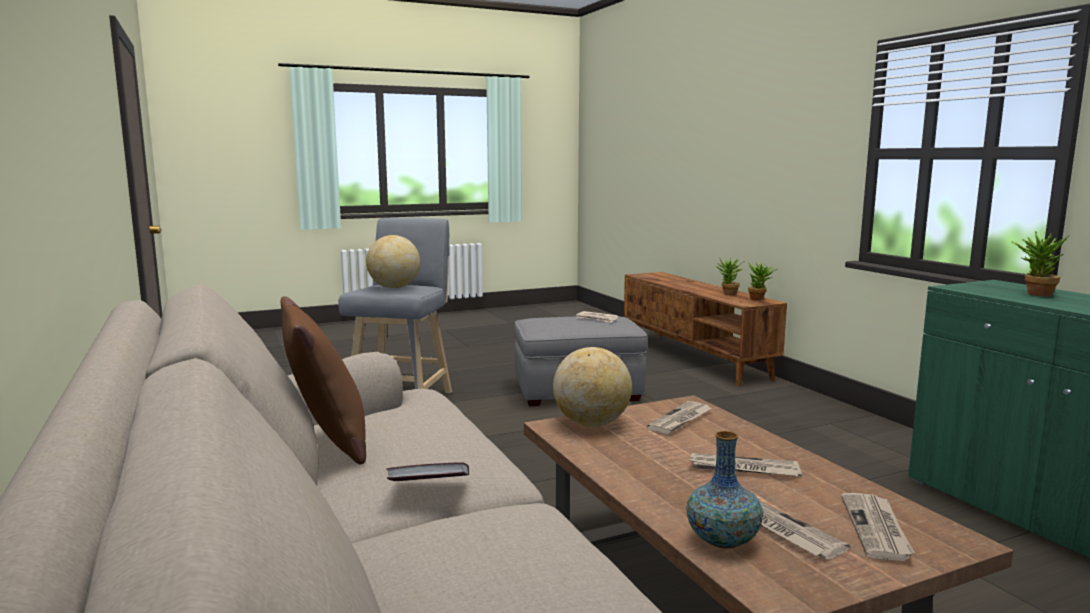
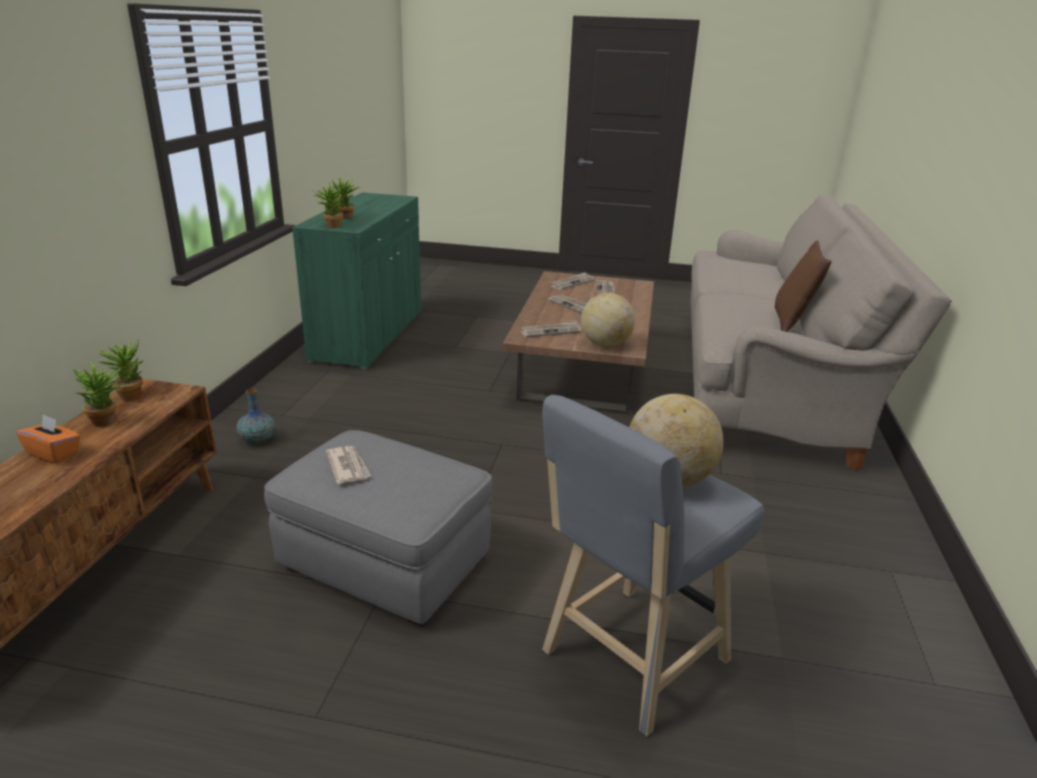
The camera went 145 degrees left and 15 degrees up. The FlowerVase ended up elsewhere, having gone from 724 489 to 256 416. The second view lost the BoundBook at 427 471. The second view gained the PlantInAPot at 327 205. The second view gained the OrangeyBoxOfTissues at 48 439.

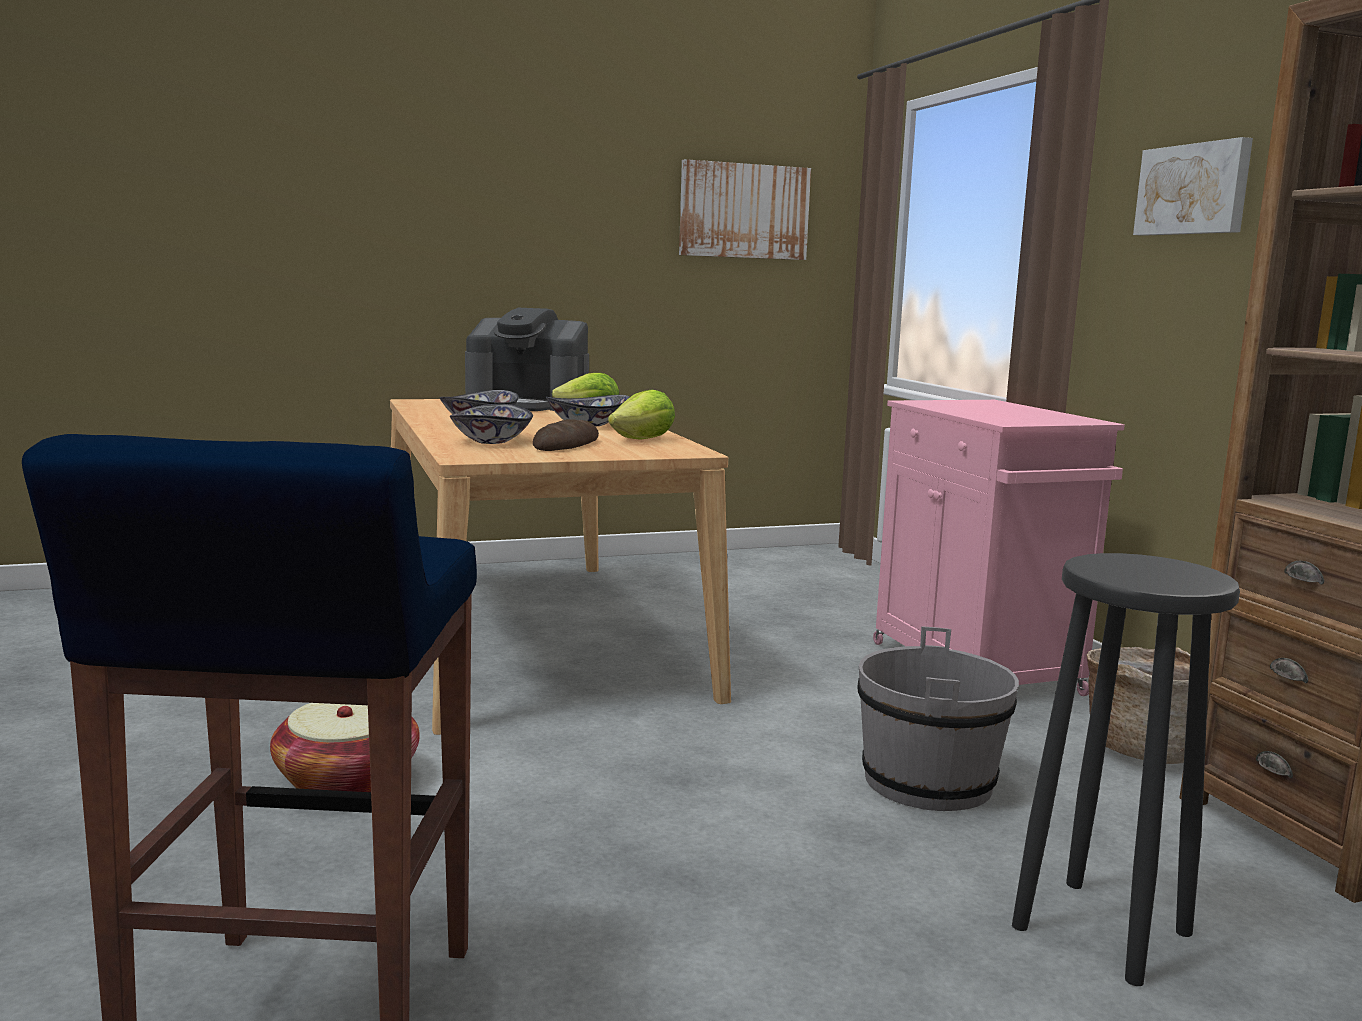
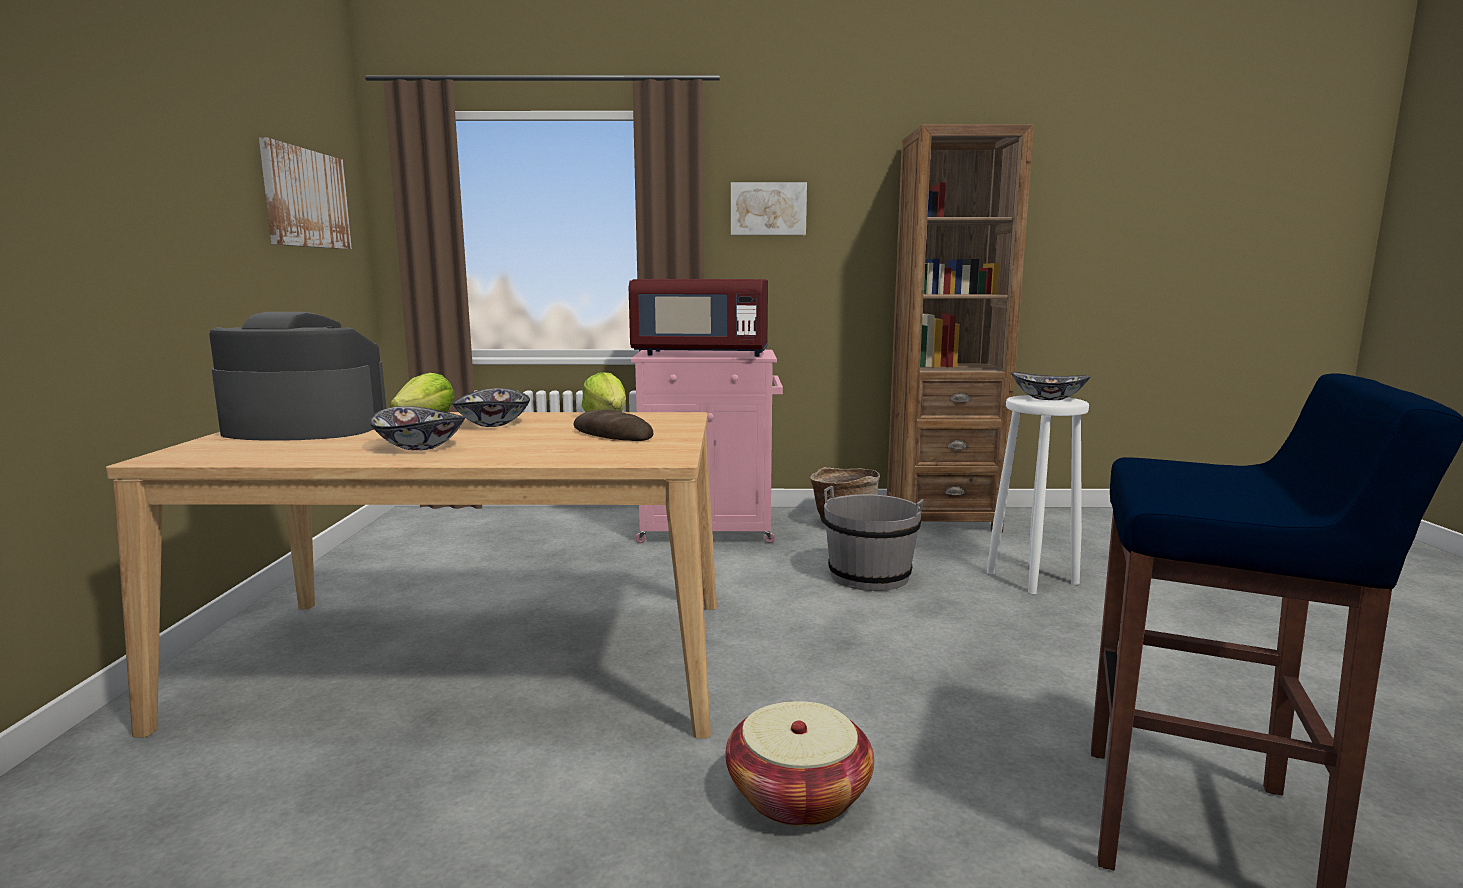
The camera went 70 degrees left and 0 degrees up. The CoffeeBrewer at 527 359 ended up facing another way, 120 degrees counterclockwise from before. The ServingBowl ended up elsewhere, having gone from 491 424 to 1051 386. What was the BlackishSittingStool at 1126 769 turned into the WhitishSittingStool at 1038 494. The second view gained the RedColouredKitchenMicrowave at 698 318.

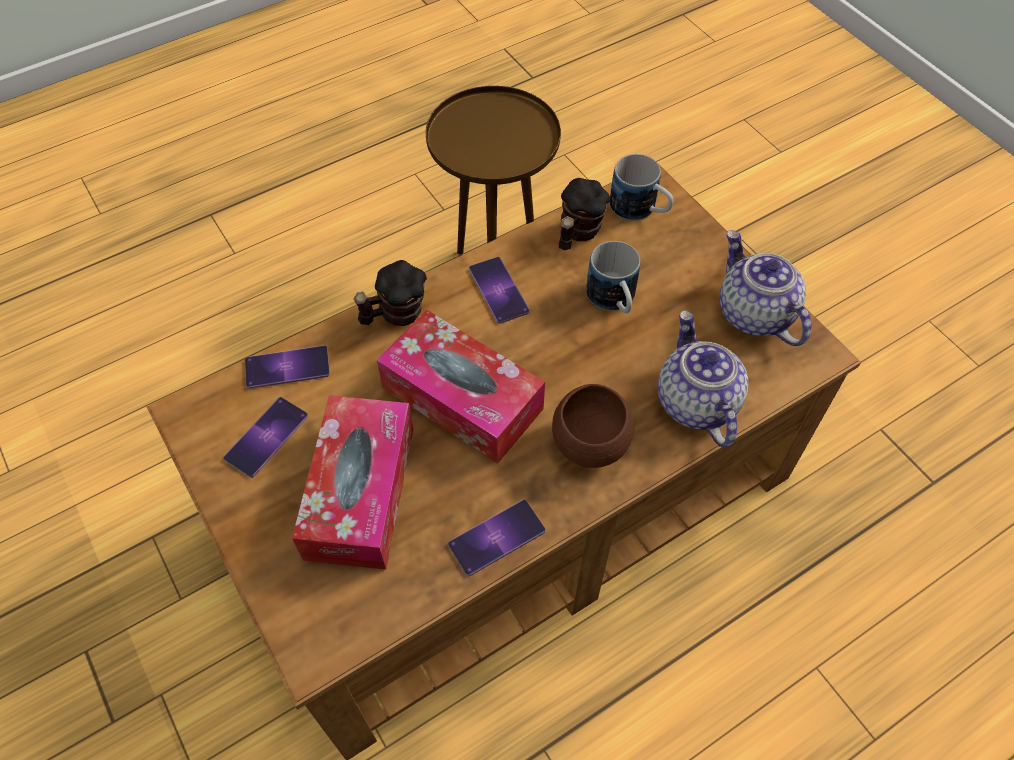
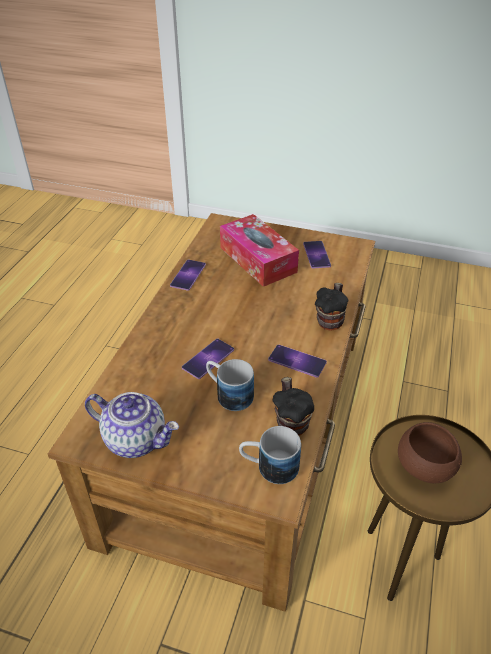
The camera went 140 degrees right and 15 degrees down. The second view lost the BoxOfTissues at 461 386. The second view lost the PotForTea at 703 379. The Phone ended up elsewhere, having gone from 287 367 to 208 358. The BrownColouredServingBowl ended up elsewhere, having gone from 593 426 to 430 452.

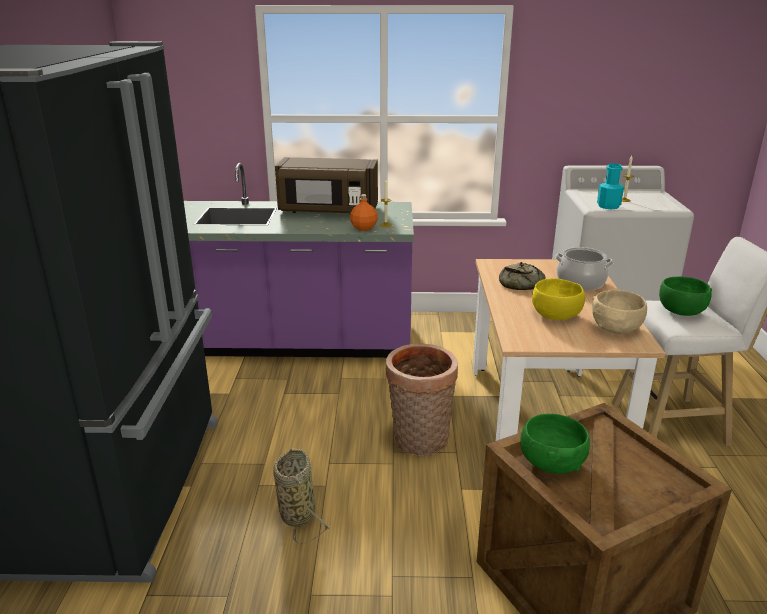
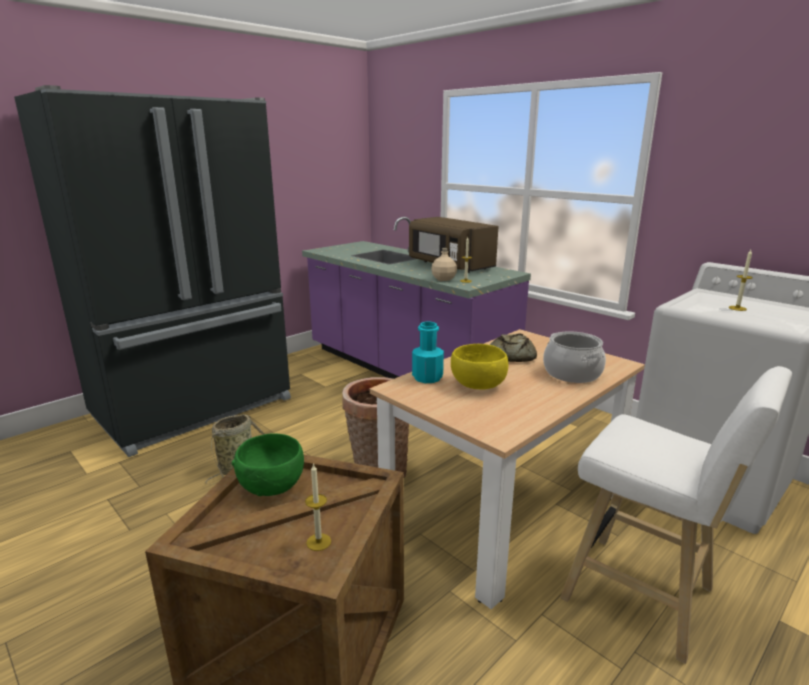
The camera went 45 degrees right and 5 degrees down. The TurquoiseDrinkBottle ended up elsewhere, having gone from 610 186 to 428 352. What was the OrangeyDrinkBottle at 364 212 turned into the BeigeDrinkBottle at 444 264. The second view lost the GreenServingBowl at 685 296. The second view lost the BeigeServingBowl at 619 312. The second view gained the WaxCandle at 318 507.

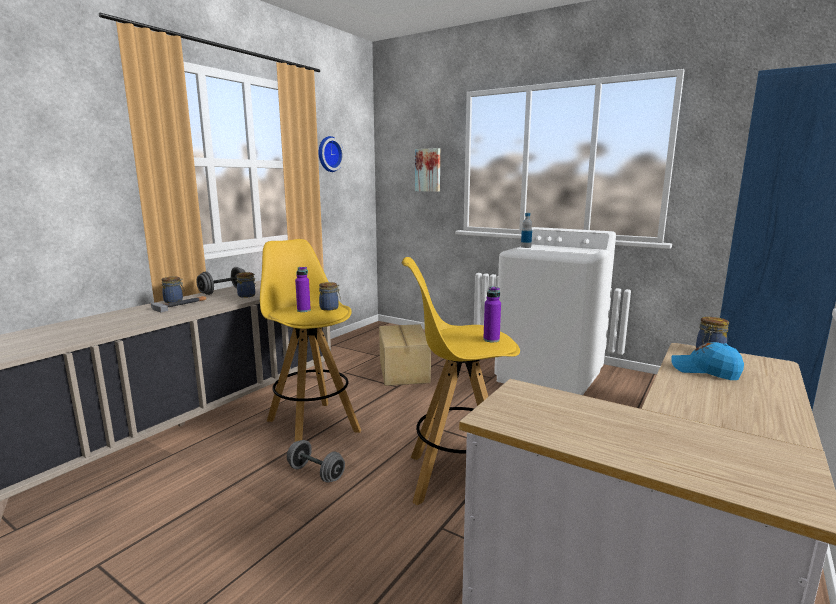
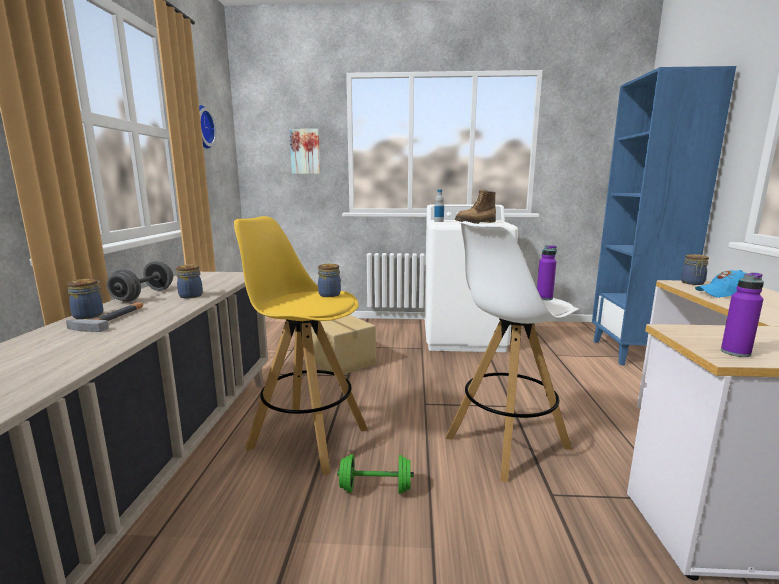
The camera went 30 degrees left and 0 degrees up. What was the YellowishSittingStool at 461 381 turned into the WhitishSittingStool at 512 351. The PurpleDrinkBottle ended up elsewhere, having gone from 303 289 to 742 315. What was the GreyishHandWeight at 316 461 turned into the GreenHandWeight at 376 474. The second view gained the Boot at 475 207.

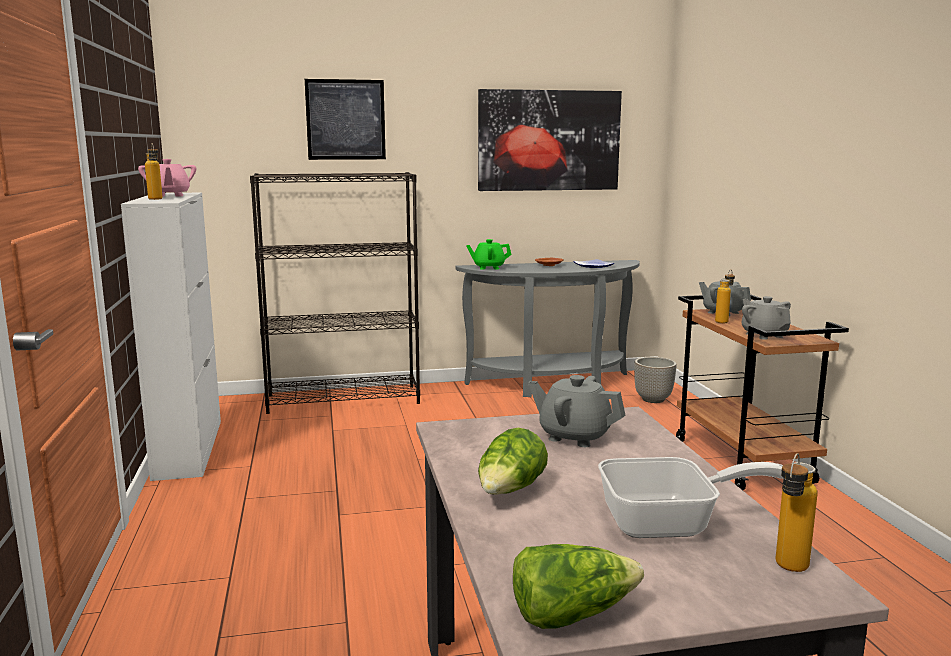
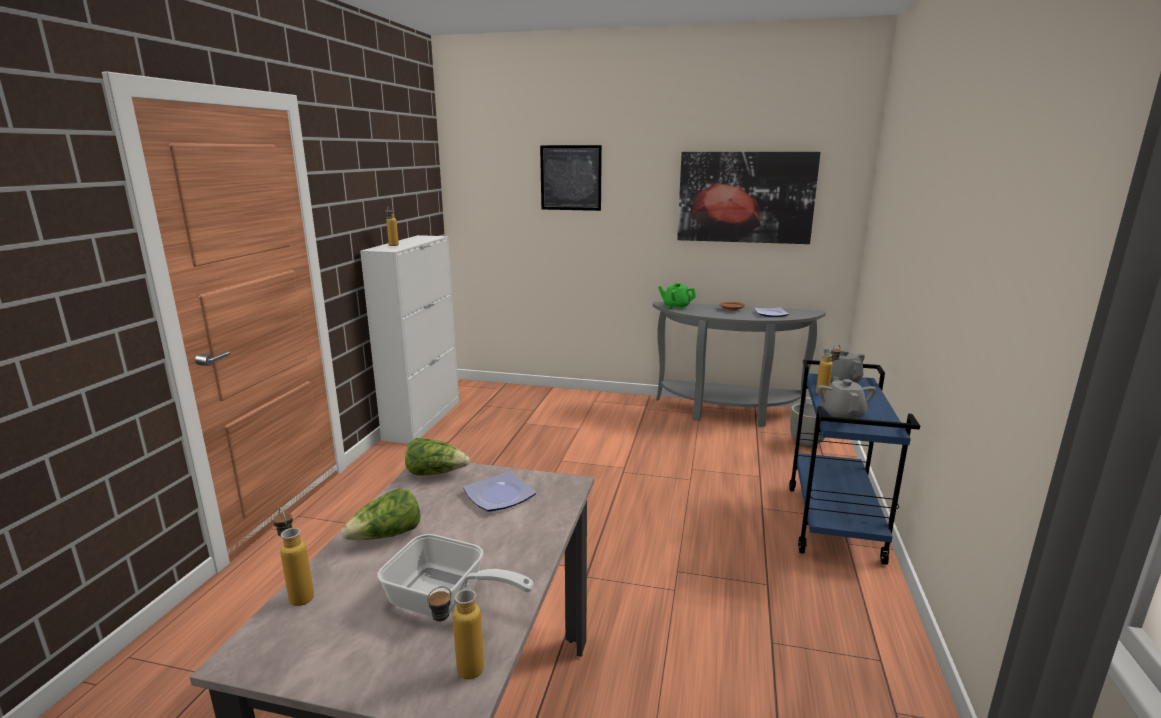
The camera went 25 degrees right and 5 degrees up. The second view lost the PinkColouredPotForTea at 167 178. The second view lost the BlackishBookcase at 335 293. What was the BrownColouredCart at 762 392 turned into the BluishCart at 854 462. Where the GreyishPotForTea stood at 576 411, the DinnerPlate came to stand at 499 491. The Lettuce ended up elsewhere, having gone from 578 586 to 437 456. The second view gained the DrinkBottle at 293 556.

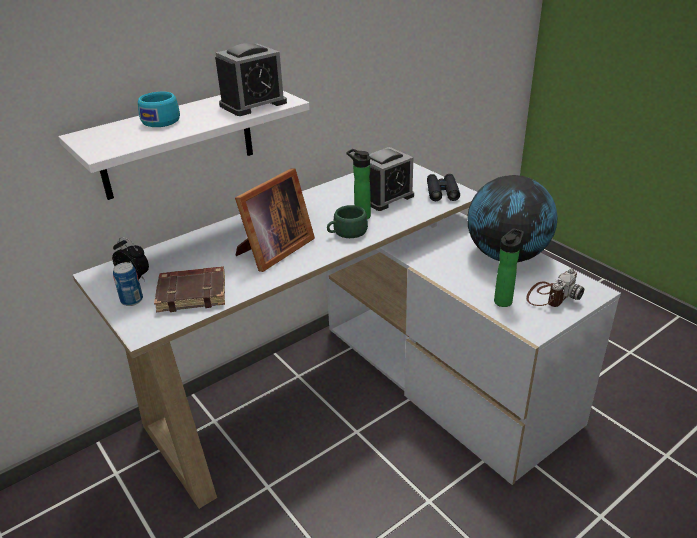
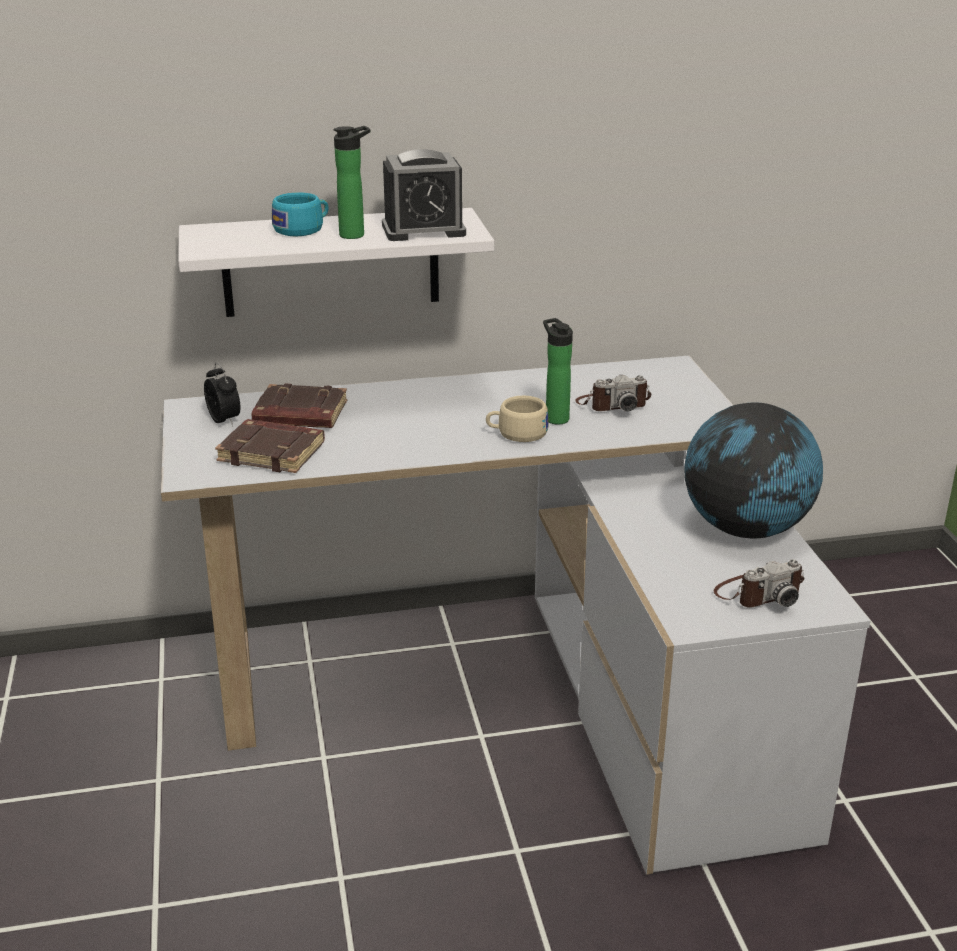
The camera went 25 degrees right and 5 degrees down. Where the BedsideClock stood at 391 179, the StillCamera came to stand at 613 393. The second view lost the StandingFrame at 275 220. The second view lost the BlackishFieldGlasses at 443 187. What was the GreenDrinkingCup at 347 221 turned into the BeigeDrinkingCup at 517 419. The DrinkBottle ended up elsewhere, having gone from 509 267 to 351 182. The second view lost the MetalCan at 128 284. The second view gained the BrownColouredBoundBook at 299 406.

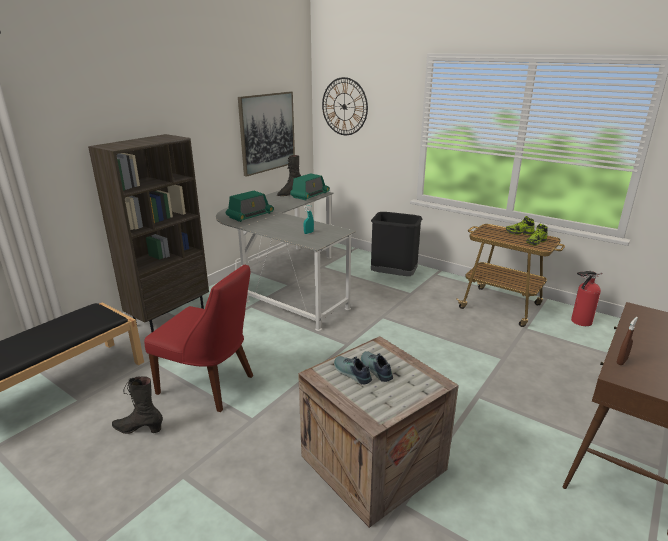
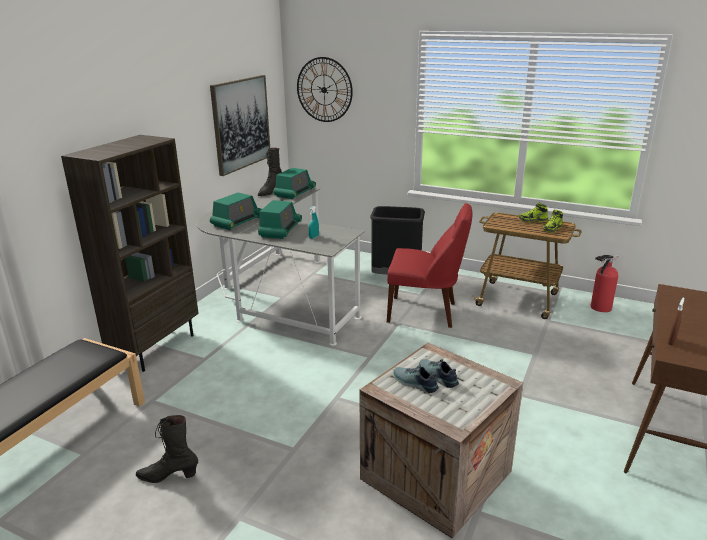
The camera went 10 degrees left and 0 degrees up. The RedColouredChair ended up elsewhere, having gone from 198 338 to 429 265. The second view gained the RadioReceiver at 280 219.

